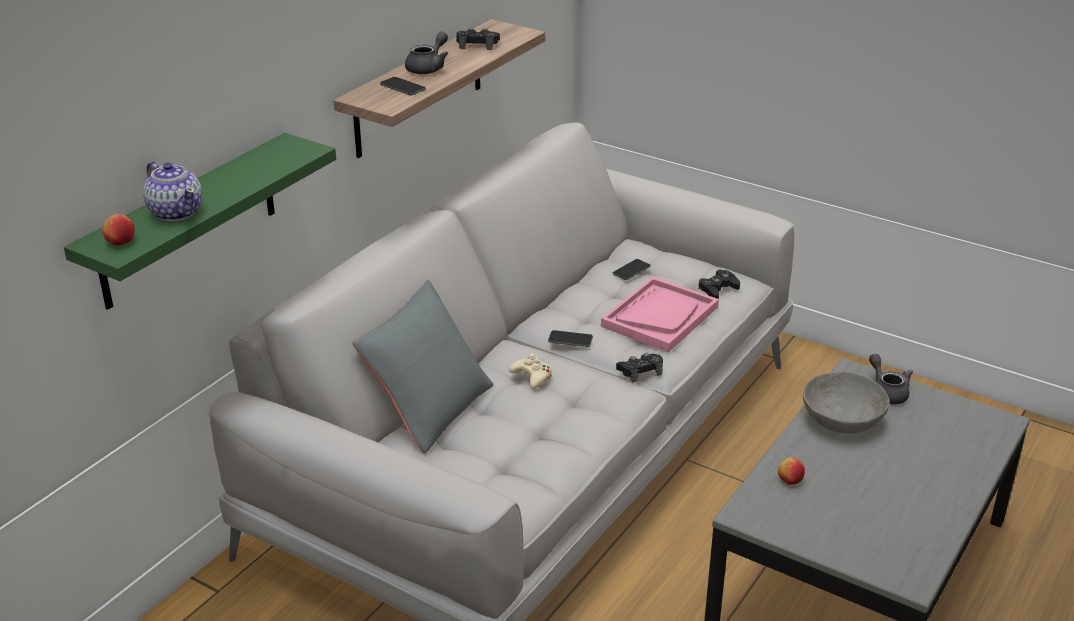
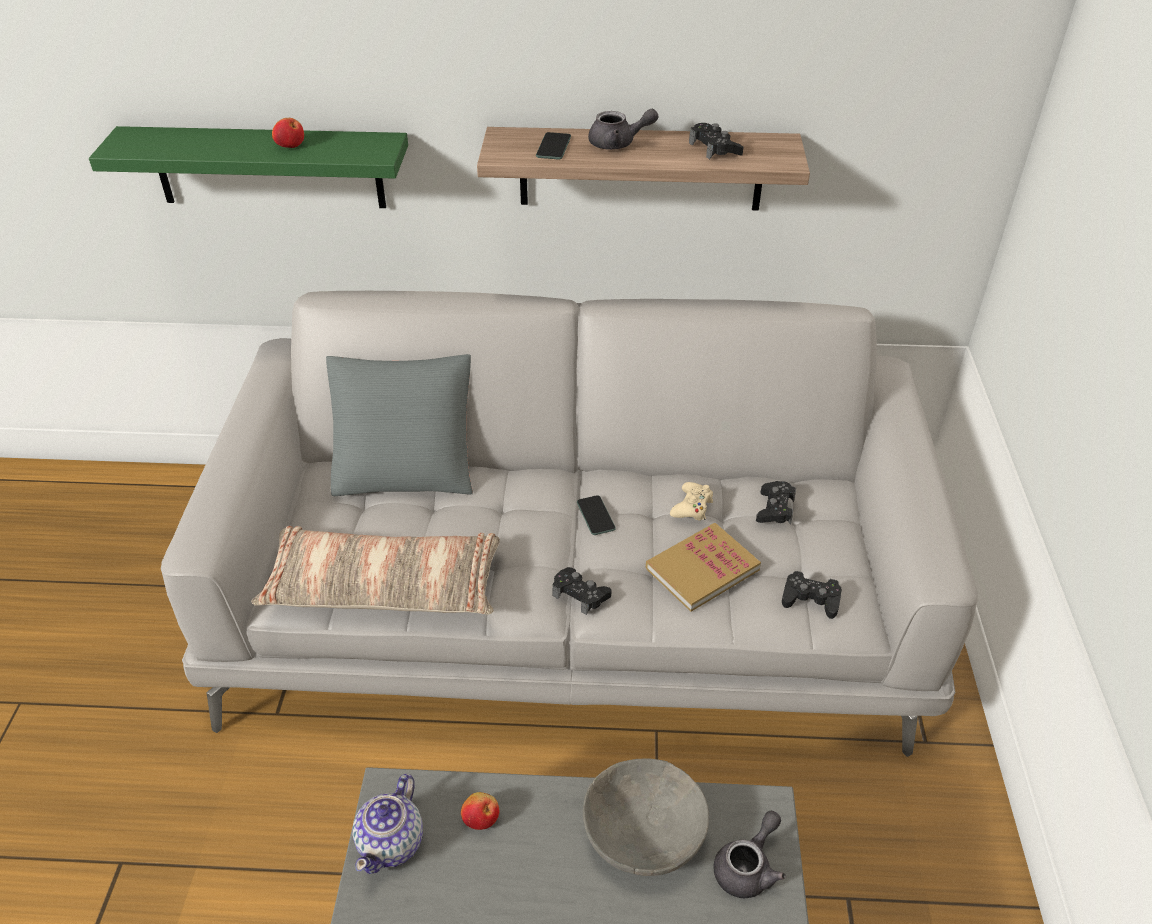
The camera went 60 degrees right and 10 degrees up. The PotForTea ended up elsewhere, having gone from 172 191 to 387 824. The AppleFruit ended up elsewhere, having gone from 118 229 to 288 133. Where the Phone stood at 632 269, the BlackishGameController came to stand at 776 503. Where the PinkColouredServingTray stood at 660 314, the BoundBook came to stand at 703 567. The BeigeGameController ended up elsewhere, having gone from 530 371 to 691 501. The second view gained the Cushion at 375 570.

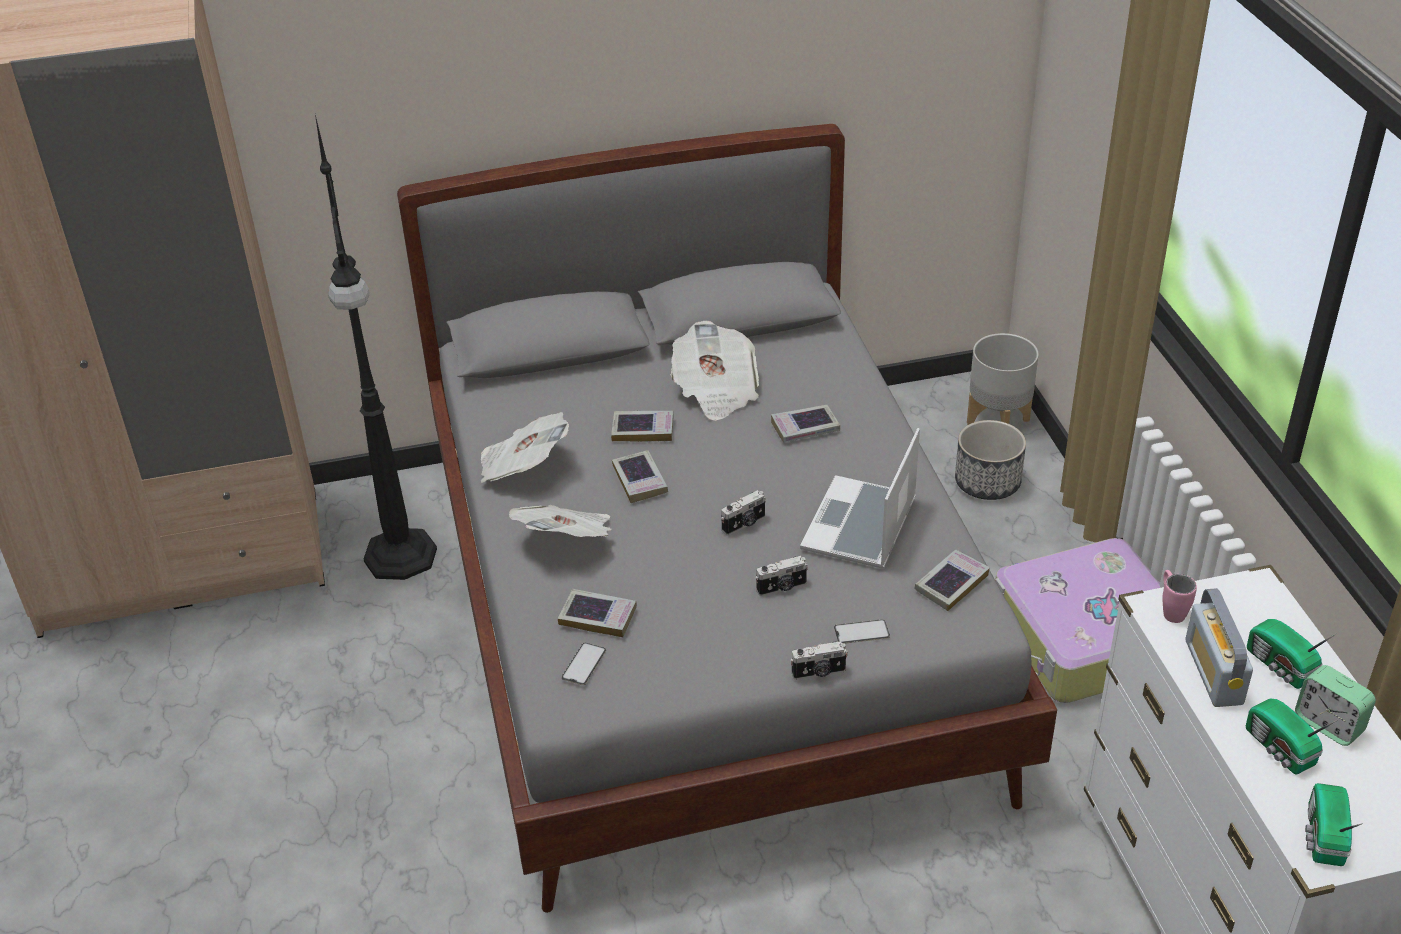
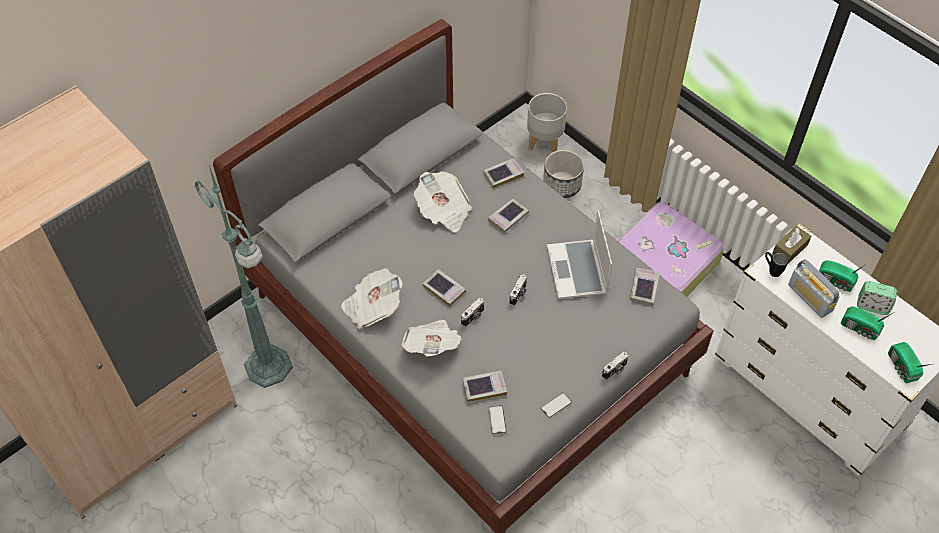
The camera went 30 degrees left and 15 degrees up. What was the BlackishStandingLamp at 376 347 turned into the GreenStandingLamp at 244 276. The BoundBook ended up elsewhere, having gone from 642 426 to 503 173. The StillCamera ended up elsewhere, having gone from 781 576 to 472 312. What was the PinkColouredTeaMug at 1179 596 turned into the BlackishTeaMug at 776 264. The Phone ended up elsewhere, having gone from 862 631 to 556 405. The second view gained the BrownColouredBoxOfTissues at 792 245.

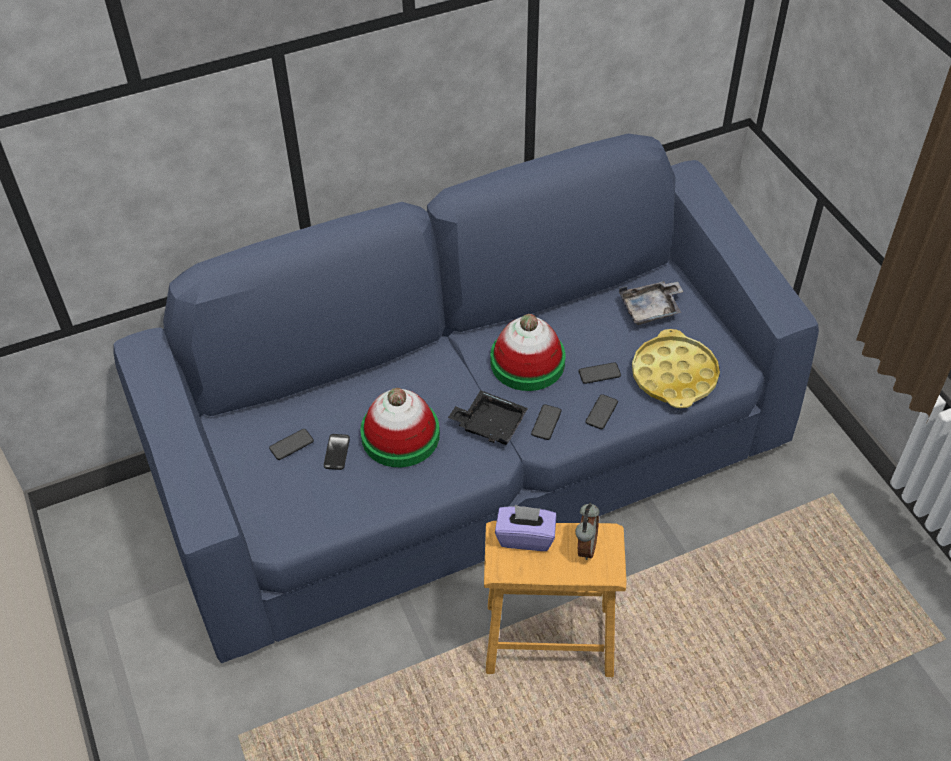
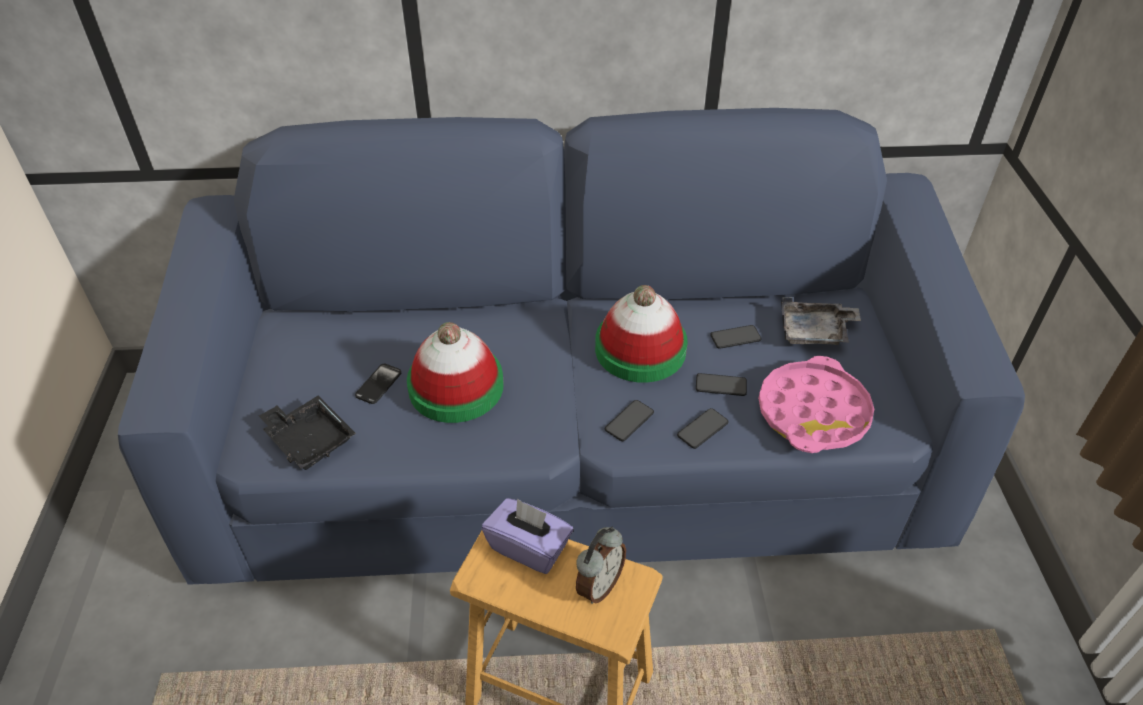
The camera went 20 degrees right and 5 degrees down. What was the YellowishServingTray at 676 368 turned into the PinkColouredServingTray at 816 404. The BlackishServingTray ended up elsewhere, having gone from 488 417 to 307 433. The Phone ended up elsewhere, having gone from 291 444 to 735 337.

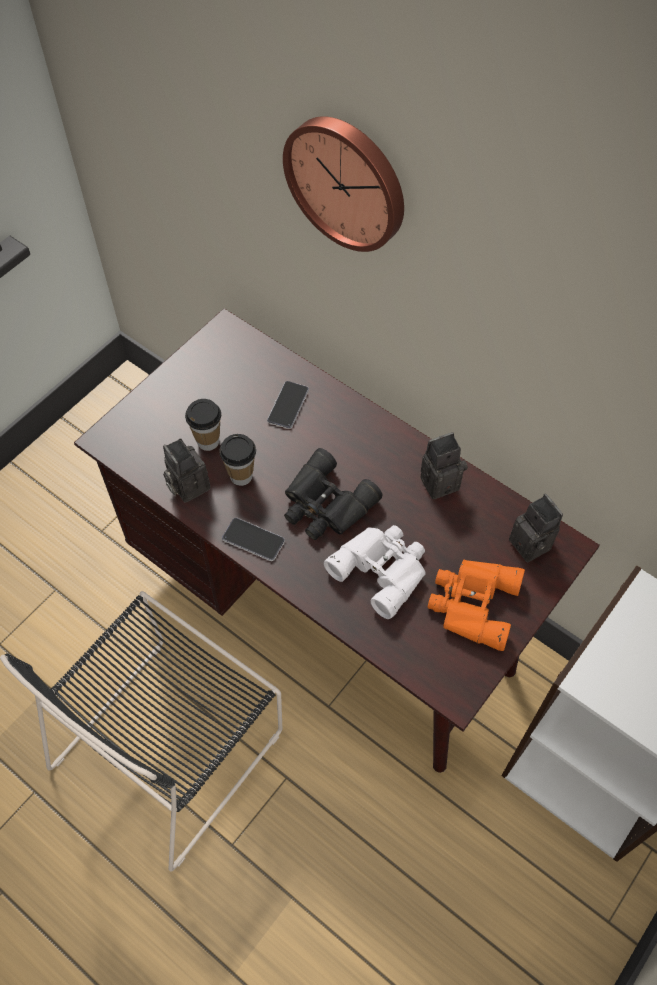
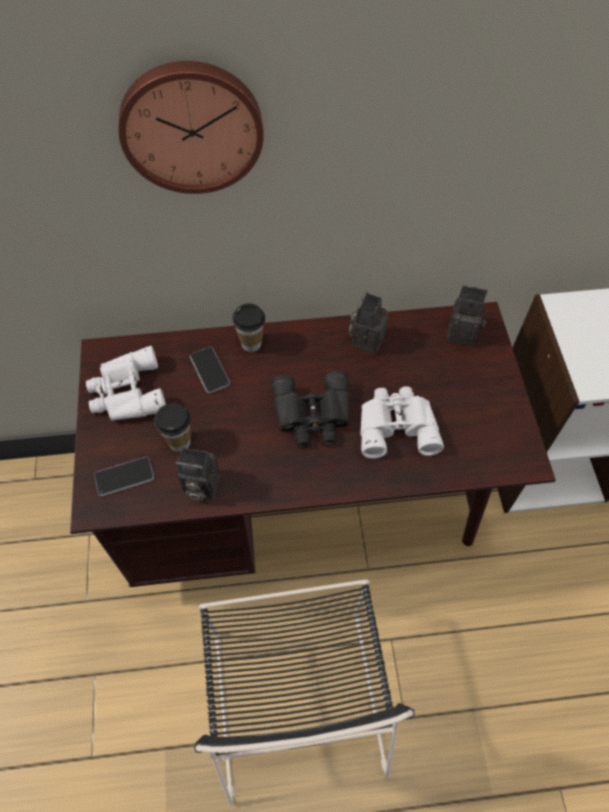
The camera went 45 degrees left and 0 degrees up. The DrinkingCup ended up elsewhere, having gone from 237 460 to 248 327. The Phone ended up elsewhere, having gone from 253 539 to 124 476. The second view lost the OrangeyFieldGlasses at 476 605. The second view gained the WhitishFieldGlasses at 126 383.

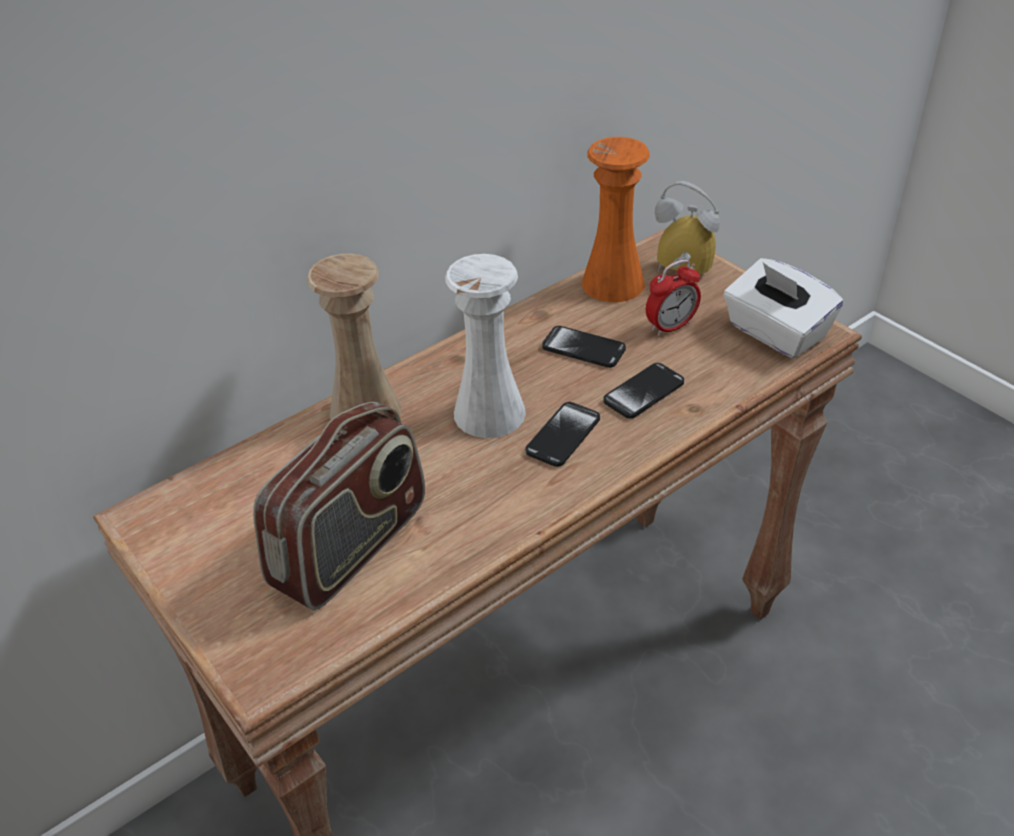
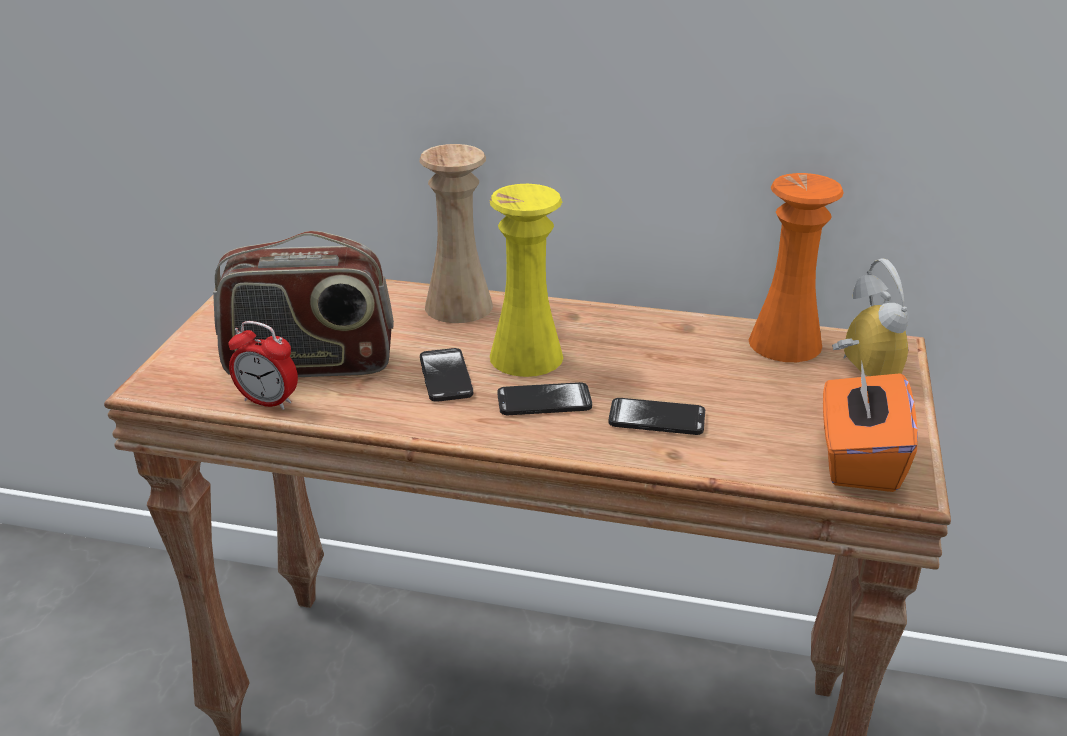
The camera went 50 degrees right and 10 degrees down. What was the WhitishFlowerVase at 485 346 turned into the YellowishFlowerVase at 526 280. What was the WhitishBoxOfTissues at 783 308 turned into the OrangeyBoxOfTissues at 870 426. The BedsideClock ended up elsewhere, having gone from 673 298 to 263 365. The Phone ended up elsewhere, having gone from 584 347 to 446 375.

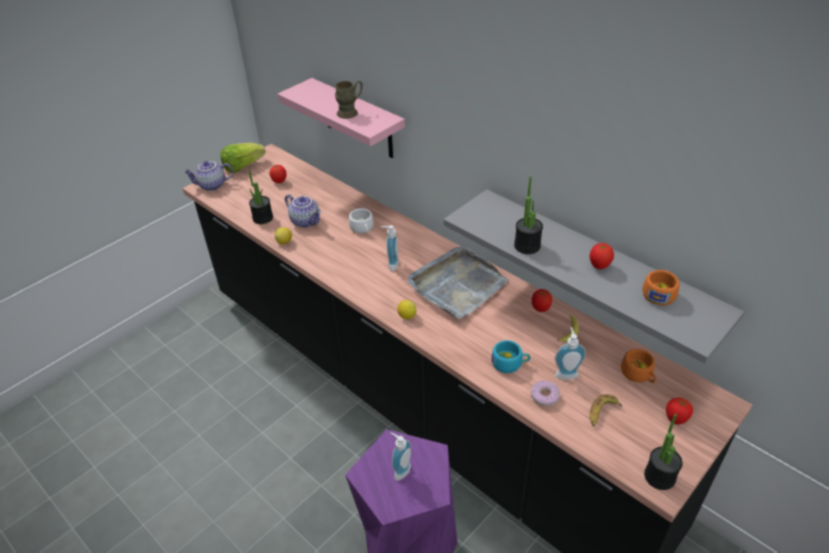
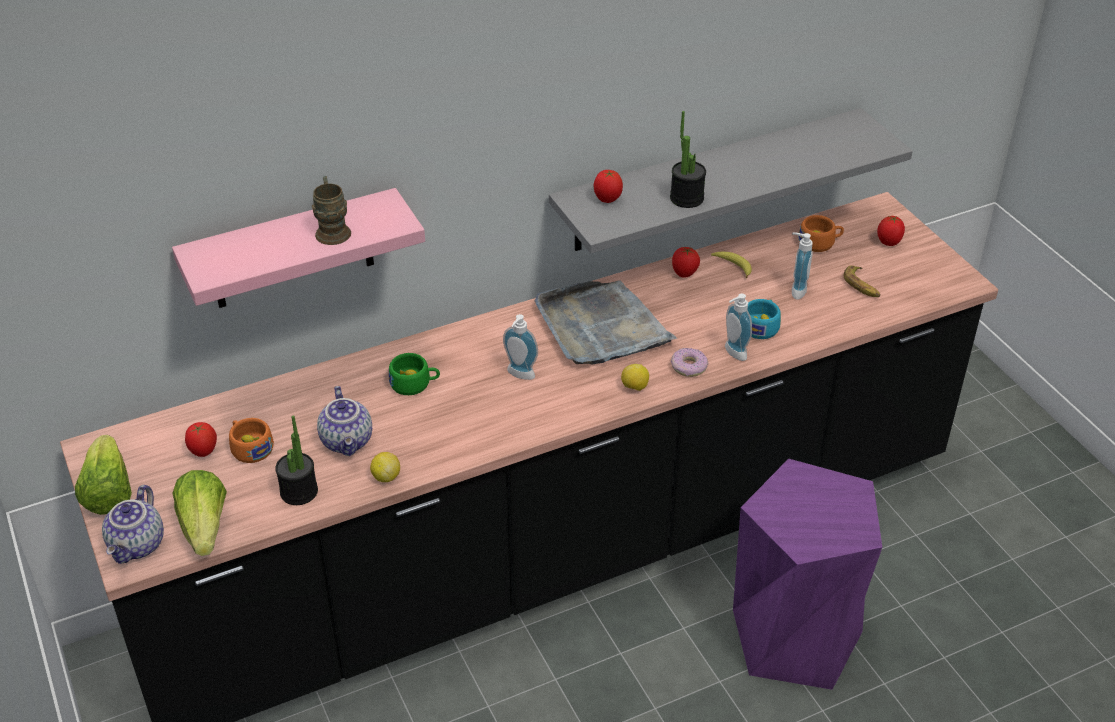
The camera went 70 degrees left and 0 degrees up. The PotForTea at 303 211 ended up facing another way, 105 degrees clockwise from before. What was the WhitishDrinkingCup at 361 220 turned into the GreenDrinkingCup at 414 374. The WholeTomato ended up elsewhere, having gone from 602 256 to 608 186. The OrangeyDrinkingCup ended up elsewhere, having gone from 661 287 to 251 440. The Donut ended up elsewhere, having gone from 545 394 to 689 362. The second view lost the PlantInAPot at 663 452. The LiquidSoapBottle ended up elsewhere, having gone from 400 456 to 738 327. The second view gained the Lettuce at 199 513.

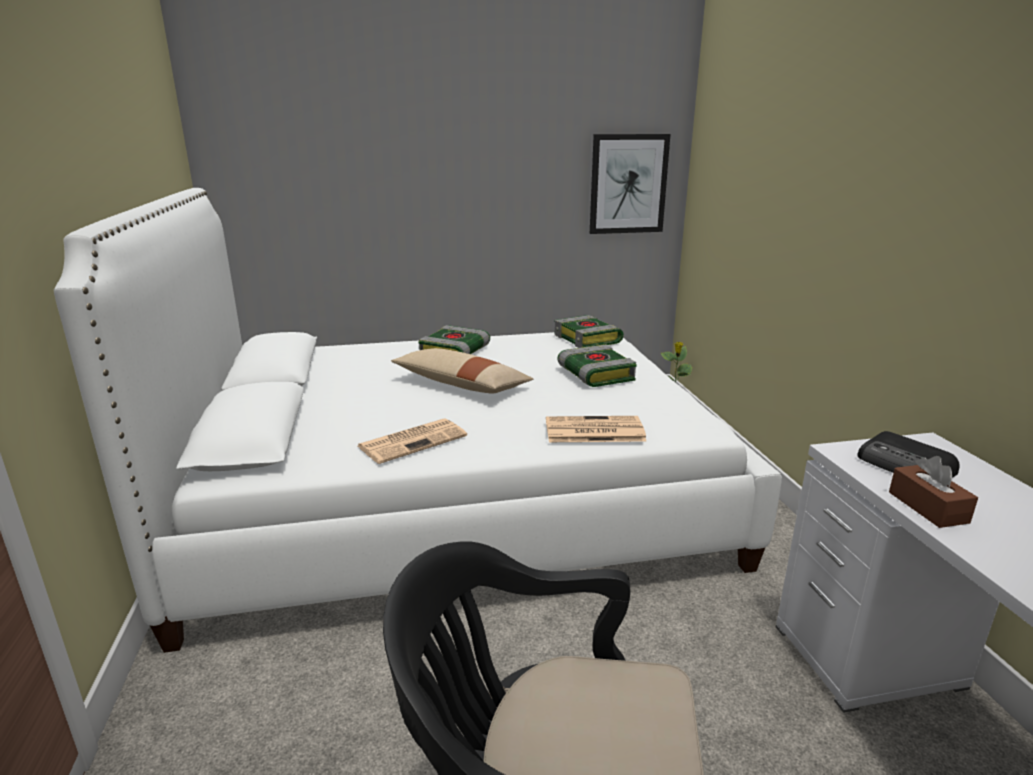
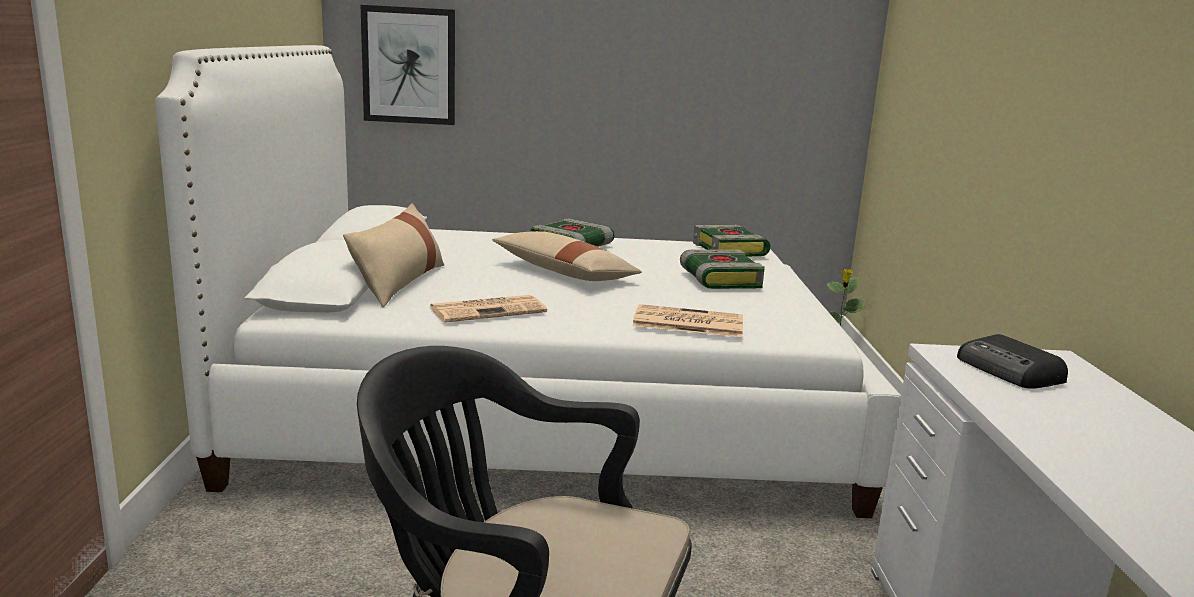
The camera went 10 degrees right and 5 degrees down. The Picture ended up elsewhere, having gone from 630 184 to 408 65. The second view lost the BrownColouredBoxOfTissues at 933 492. The second view gained the BeigeCushion at 393 255.

